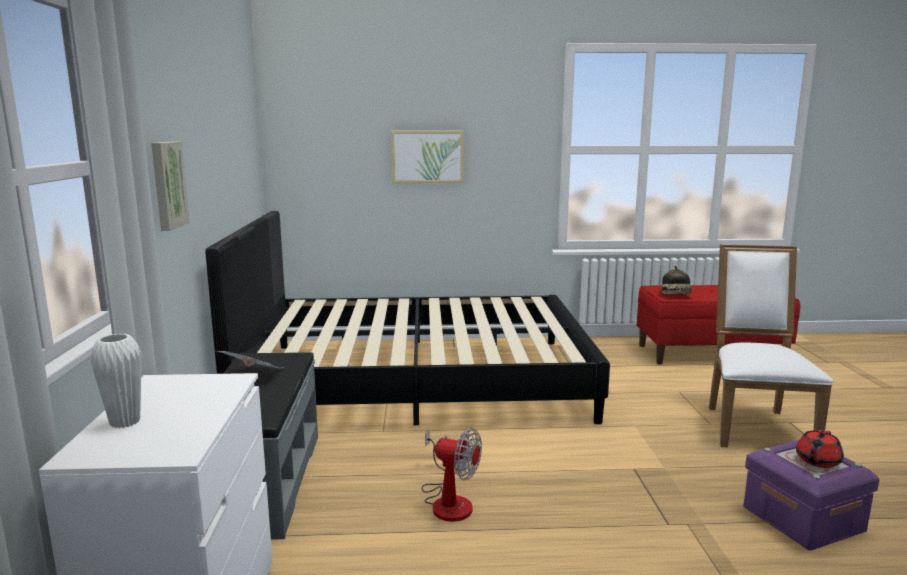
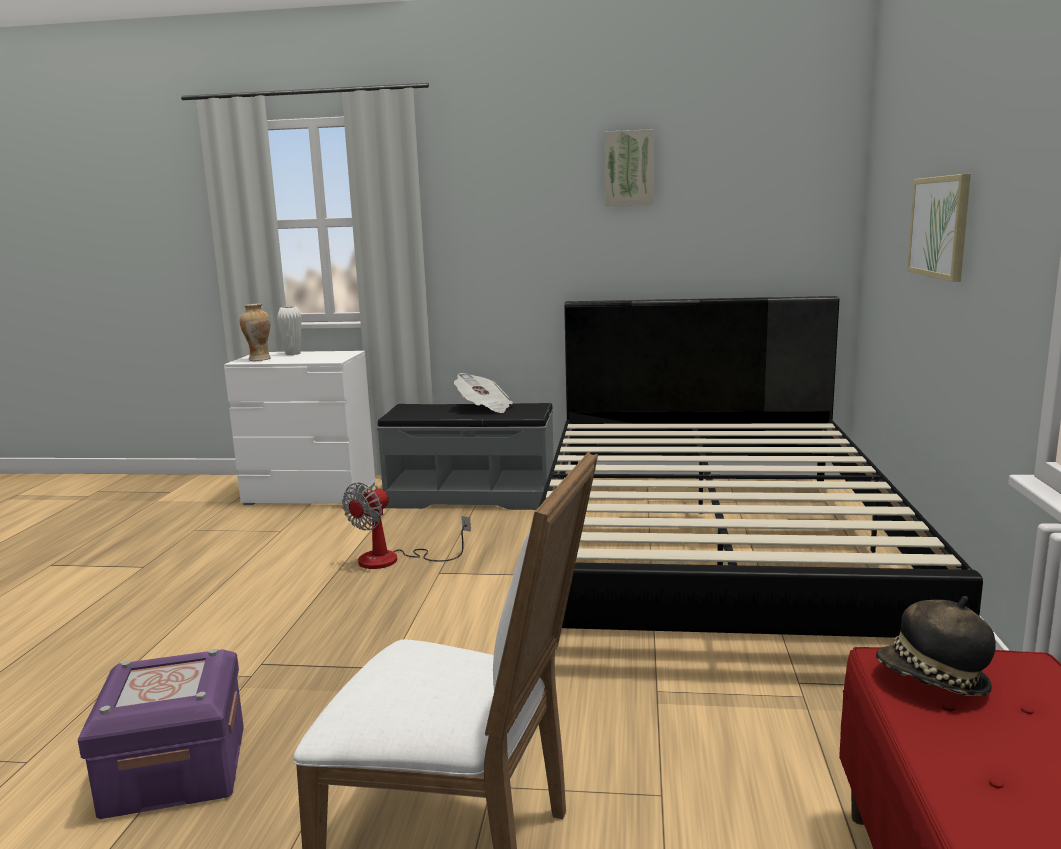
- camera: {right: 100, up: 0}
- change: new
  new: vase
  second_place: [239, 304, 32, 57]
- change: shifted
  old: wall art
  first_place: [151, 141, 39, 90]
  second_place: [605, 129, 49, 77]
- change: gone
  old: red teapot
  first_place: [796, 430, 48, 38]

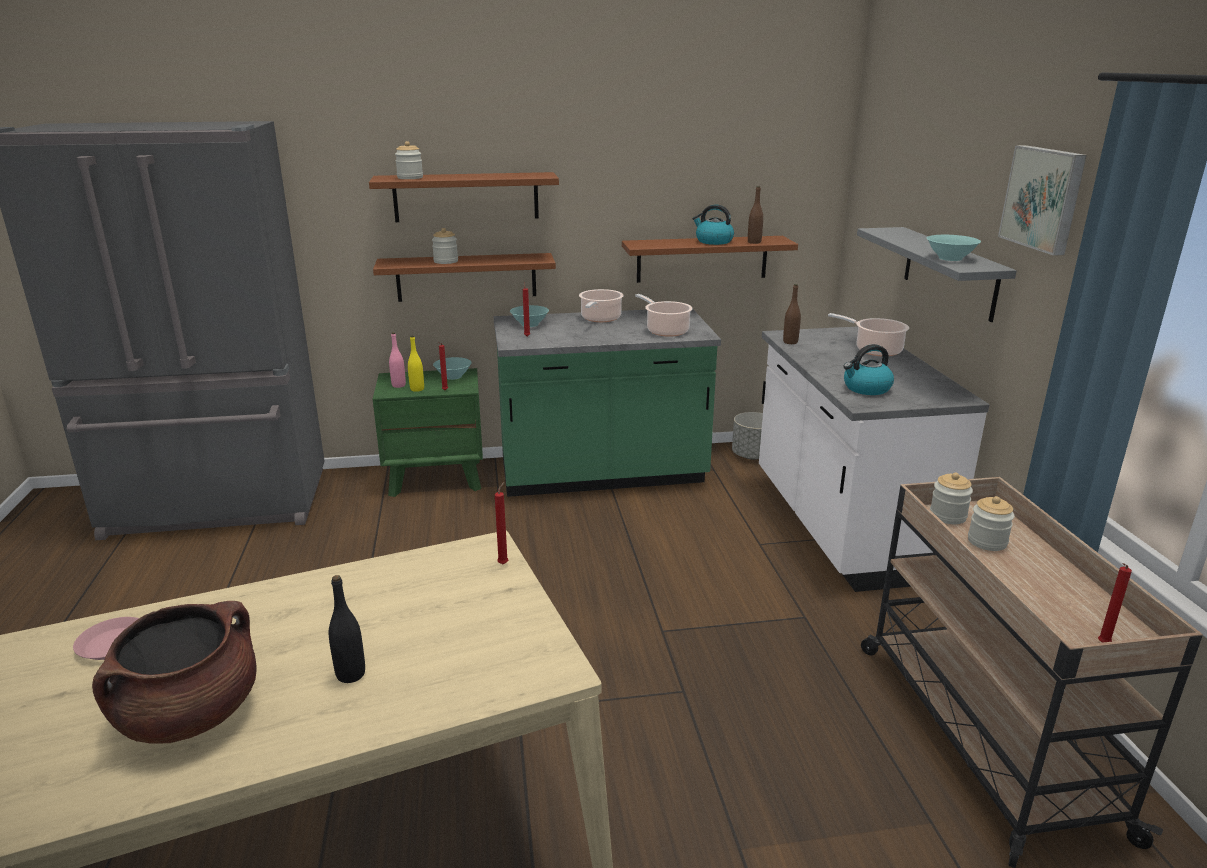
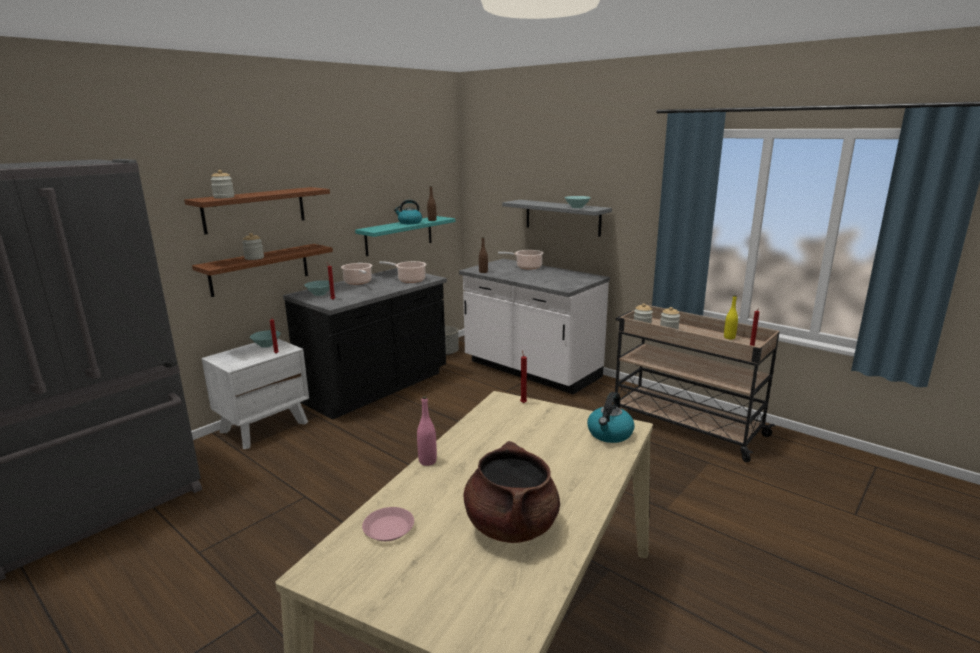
- camera: {right: -40, up: -5}
- change: repainted
  old: green bedside table
  new: whitish bedside table
  first_place: [373, 368, 110, 129]
  second_place: [201, 339, 108, 110]
- change: repainted
  old: green counter
  new: black counter
  first_place: [494, 308, 227, 189]
  second_place: [283, 268, 164, 151]
- change: repainted
  old: brown-coloured bracket shelf
  new: blue-green bracket shelf
  first_place: [622, 236, 176, 47]
  second_place: [355, 216, 100, 40]
- change: shifted
  old: pinkish bottle
  first_place: [389, 332, 17, 56]
  second_place: [417, 396, 20, 70]
- change: shifted
  old: tea kettle
  first_place: [843, 344, 51, 51]
  second_place: [587, 392, 48, 51]
- change: shifted
  old: yellow-coloured bottle
  first_place: [408, 335, 16, 57]
  second_place: [724, 295, 14, 44]
- change: gone
  old: black bottle
  first_place: [329, 575, 36, 108]
- change: gone
  old: wall art
  first_place: [998, 145, 89, 111]

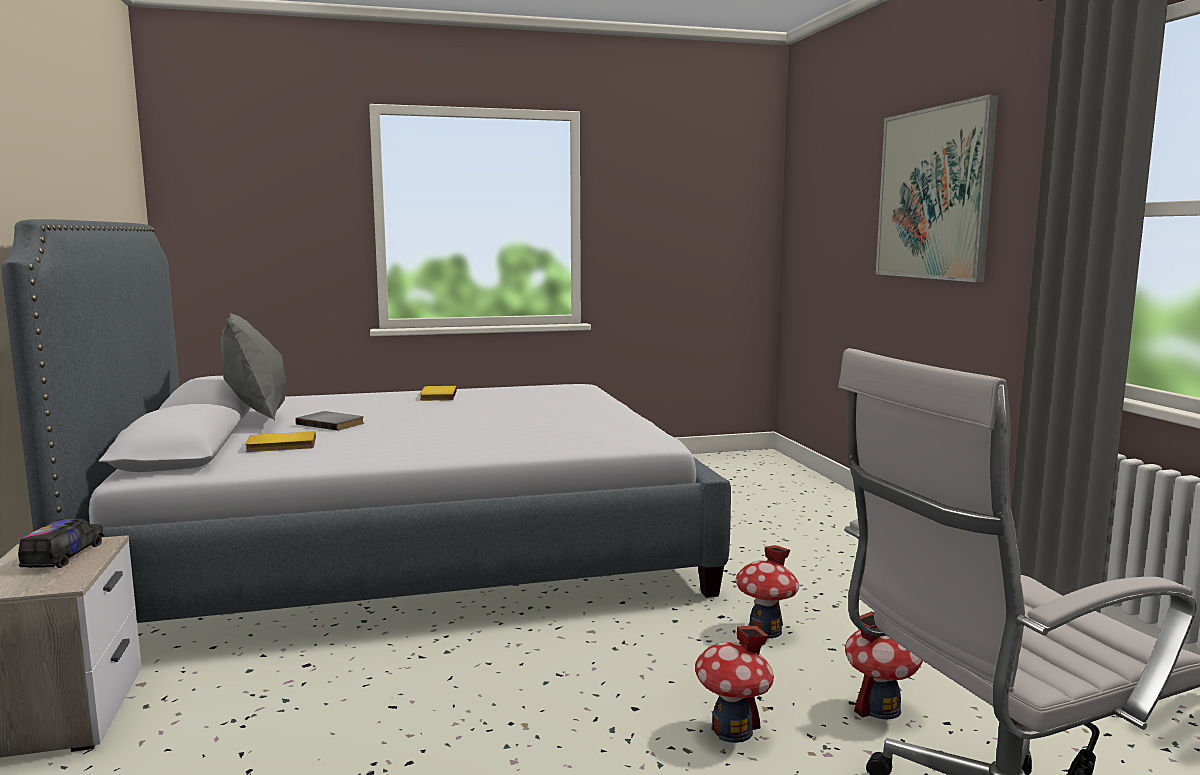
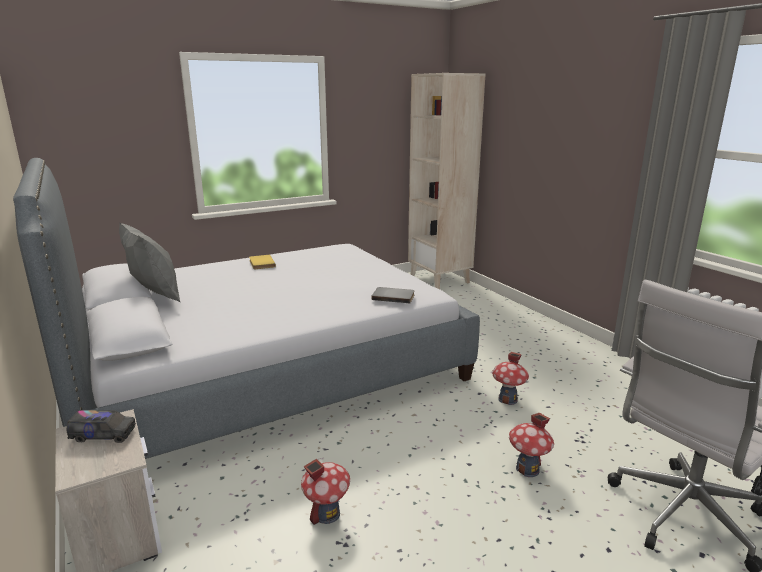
- camera: {right: -15, up: 10}
- change: rotated
  old: toy truck
  first_place: [18, 519, 86, 49]
  second_place: [66, 410, 70, 33]
  degrees: 105
- change: shifted
  old: model house
  first_place: [845, 611, 78, 108]
  second_place: [301, 459, 49, 66]
- change: shifted
  old: greyish volume
  first_place: [296, 411, 68, 20]
  second_place: [372, 287, 43, 16]
- change: new
  new: sand-coloured bookshelf
  second_place: [408, 73, 77, 216]
- change: gone
  old: yellow-coloured volume
  first_place: [245, 431, 71, 21]
- change: gone
  old: wall art
  first_place: [876, 94, 123, 188]

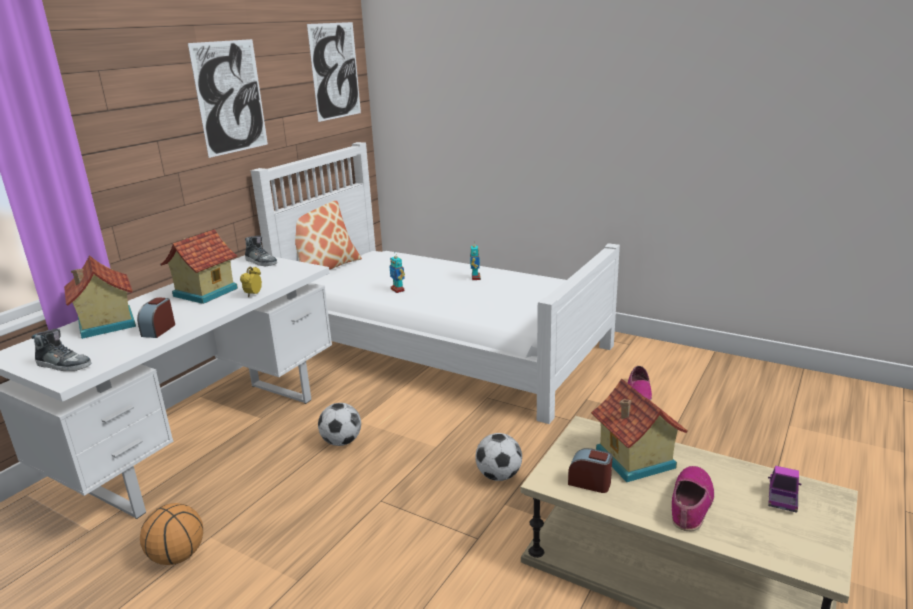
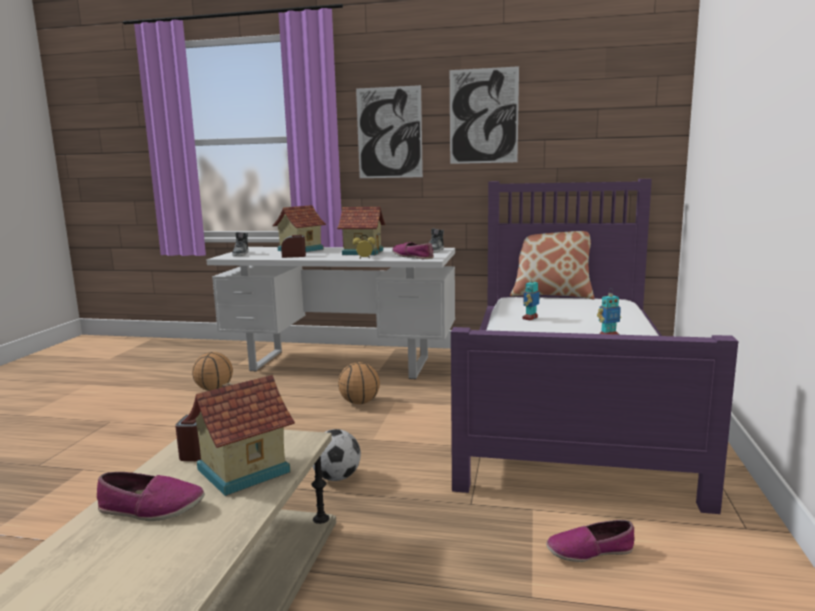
- camera: {right: 70, up: -10}
- change: swapped
  old: ball for football
  new: basketball
  first_place: [318, 403, 43, 43]
  second_place: [338, 362, 42, 42]
- change: shifted
  old: wall art
  first_place: [307, 22, 54, 100]
  second_place: [356, 85, 67, 93]
- change: new
  new: low shoe
  second_place: [392, 242, 42, 17]
- change: repainted
  old: whitish bedroom bed
  new: purple-coloured bedroom bed
  first_place: [251, 142, 369, 282]
  second_place: [451, 179, 287, 335]
- change: gone
  old: toy truck
  first_place: [768, 466, 33, 47]

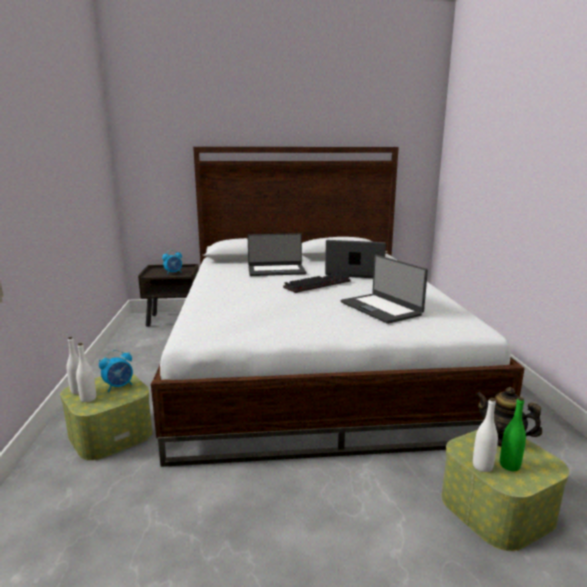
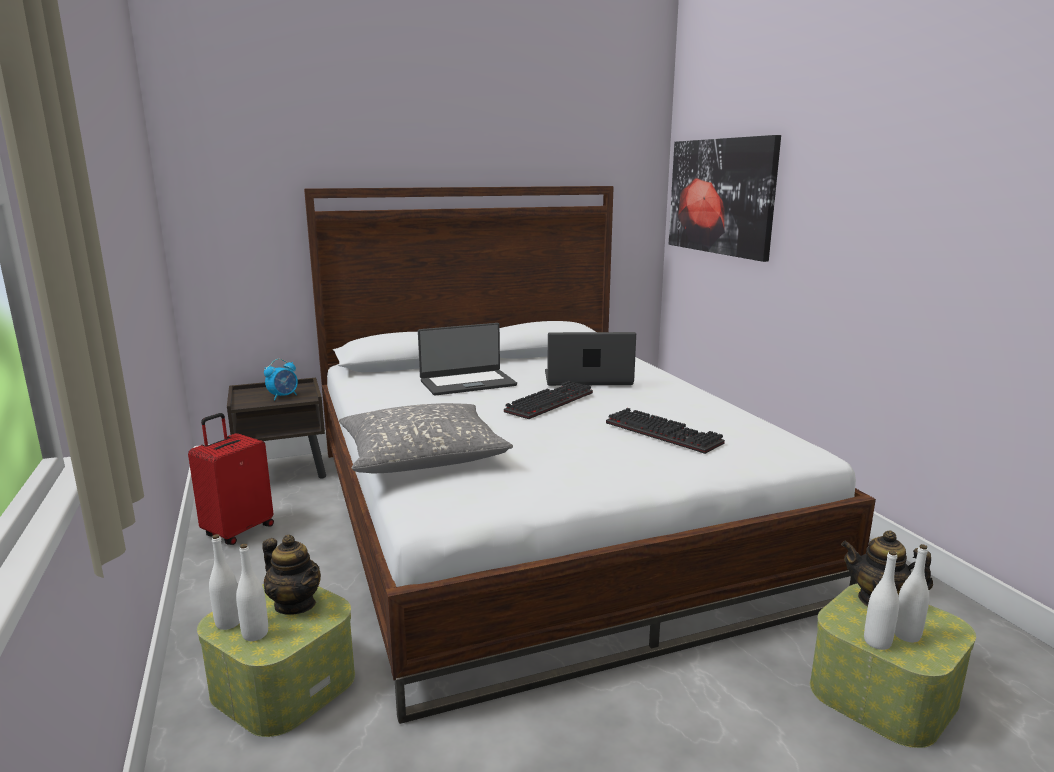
- camera: {right: -15, up: 0}
- change: new
  new: red piece of luggage
  second_place: [188, 413, 86, 132]
- change: swapped
  old: alarm clock
  new: teapot
  first_place: [99, 350, 34, 42]
  second_place: [262, 535, 59, 80]
- change: new
  new: greyish throw pillow
  second_place: [339, 403, 174, 70]
- change: swapped
  old: notebook computer
  new: keyboard
  first_place: [341, 255, 87, 69]
  second_place: [606, 408, 119, 46]
- change: new
  new: wall art
  second_place: [669, 135, 112, 127]
- change: repainted
  old: green bottle
  new: whitish bottle
  first_place: [500, 397, 26, 74]
  second_place: [895, 544, 34, 98]

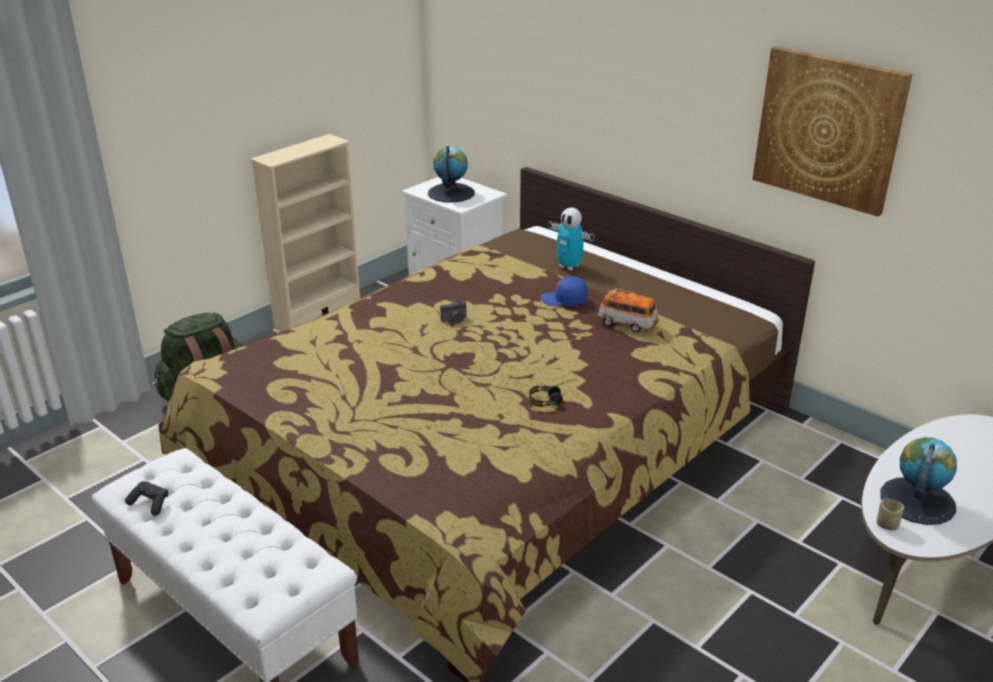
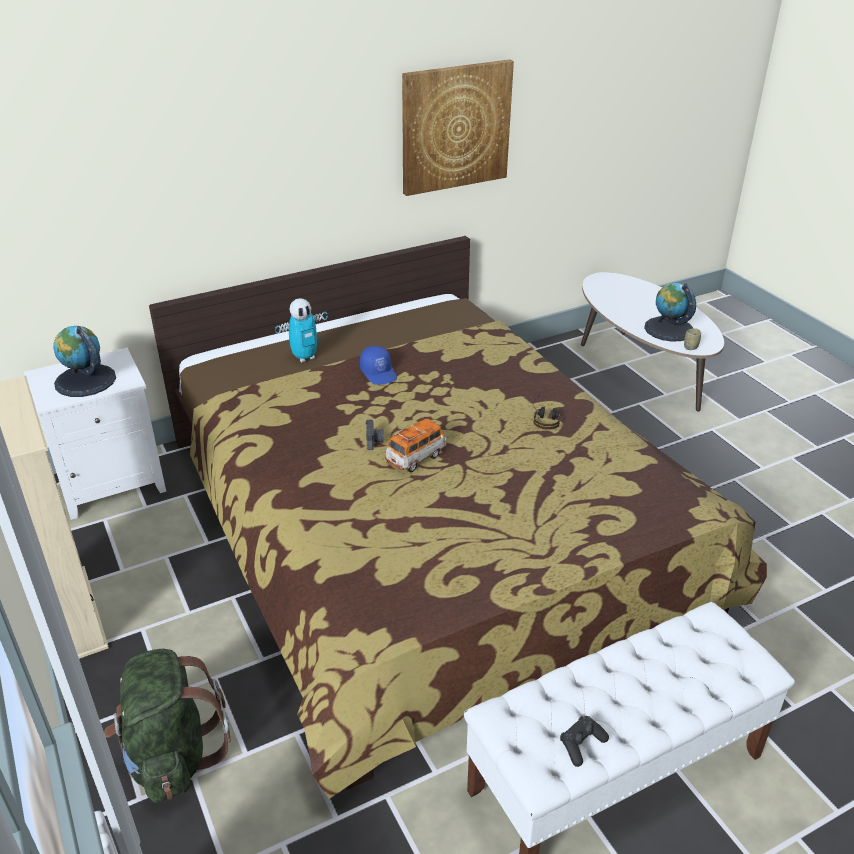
- camera: {right: -70, up: 5}
- change: rotated
  old: bluish cap
  first_place: [541, 276, 47, 30]
  second_place: [360, 346, 37, 39]
  degrees: -60
- change: shifted
  old: model car
  first_place: [597, 288, 62, 45]
  second_place: [385, 419, 62, 53]

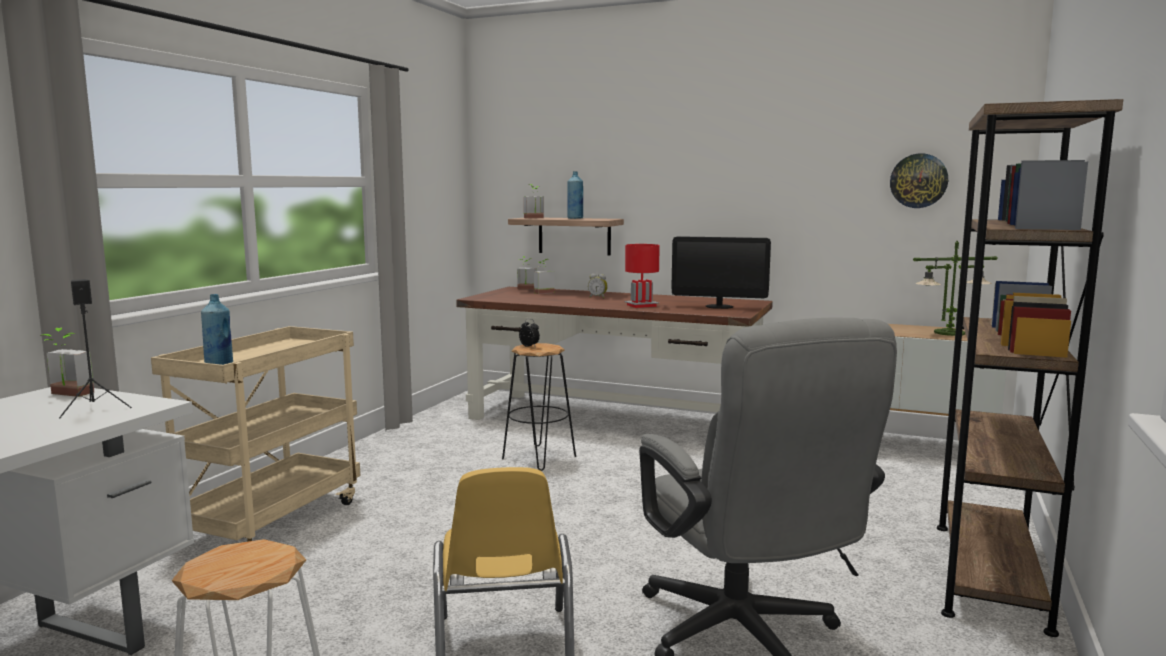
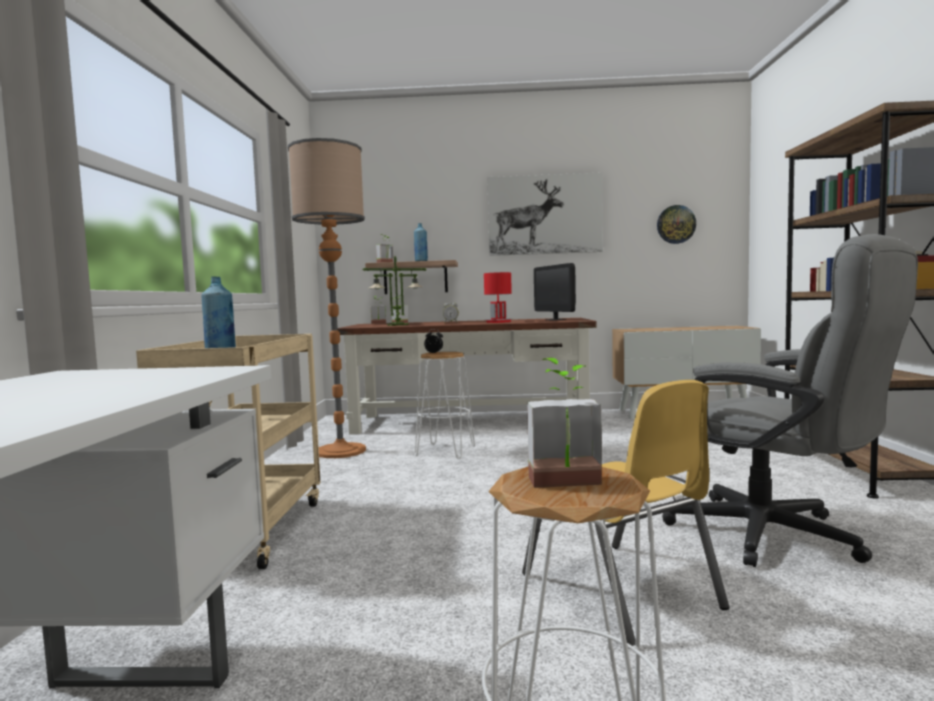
- camera: {right: -20, up: -5}
- change: new
  new: standard lamp
  second_place: [288, 138, 78, 320]
- change: shifted
  old: lamp for a table
  first_place: [913, 241, 85, 95]
  second_place: [363, 256, 64, 70]
- change: repainted
  old: black stool seat
  new: whitish stool seat
  first_place: [502, 343, 74, 128]
  second_place: [415, 352, 60, 107]
- change: new
  new: wall art
  second_place: [487, 172, 116, 84]
- change: shifted
  old: plant in a pot
  first_place: [40, 327, 54, 70]
  second_place: [527, 358, 75, 130]
- change: rotated
  old: computer display
  first_place: [672, 236, 99, 73]
  second_place: [534, 263, 42, 57]
  degrees: 75
- change: gone
  old: black loudspeaker
  first_place: [59, 279, 73, 139]

